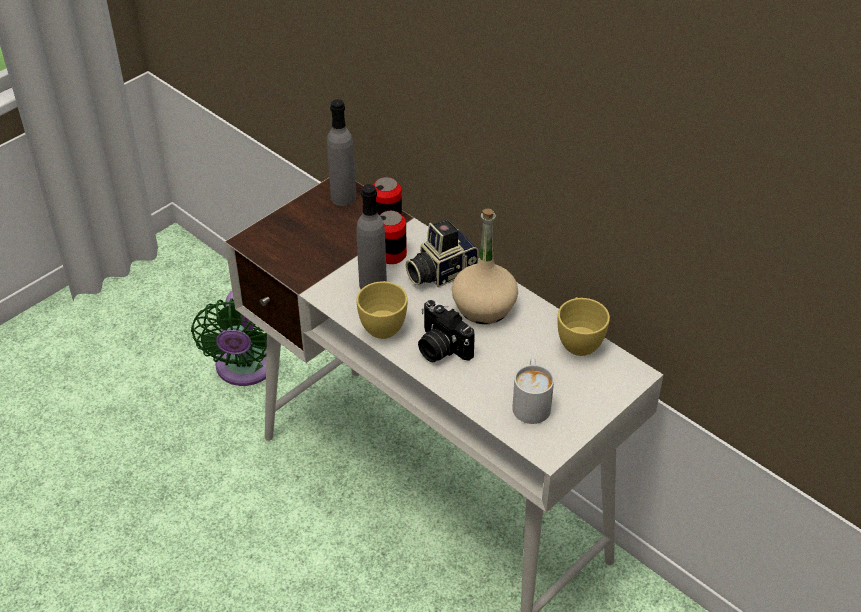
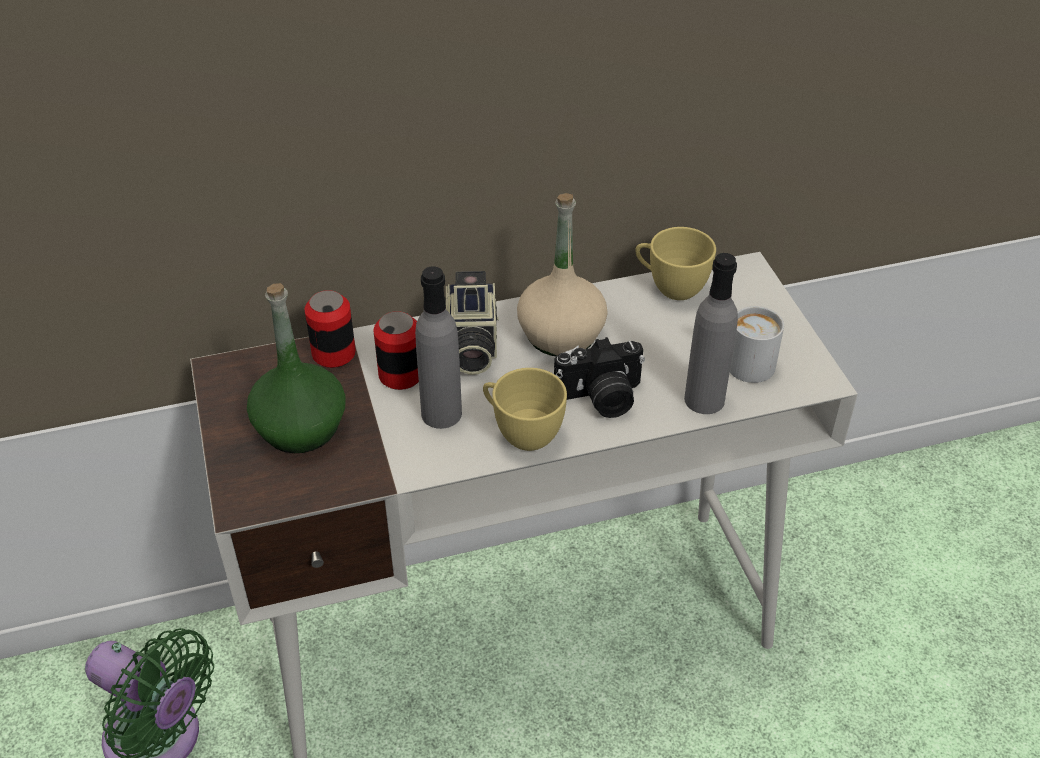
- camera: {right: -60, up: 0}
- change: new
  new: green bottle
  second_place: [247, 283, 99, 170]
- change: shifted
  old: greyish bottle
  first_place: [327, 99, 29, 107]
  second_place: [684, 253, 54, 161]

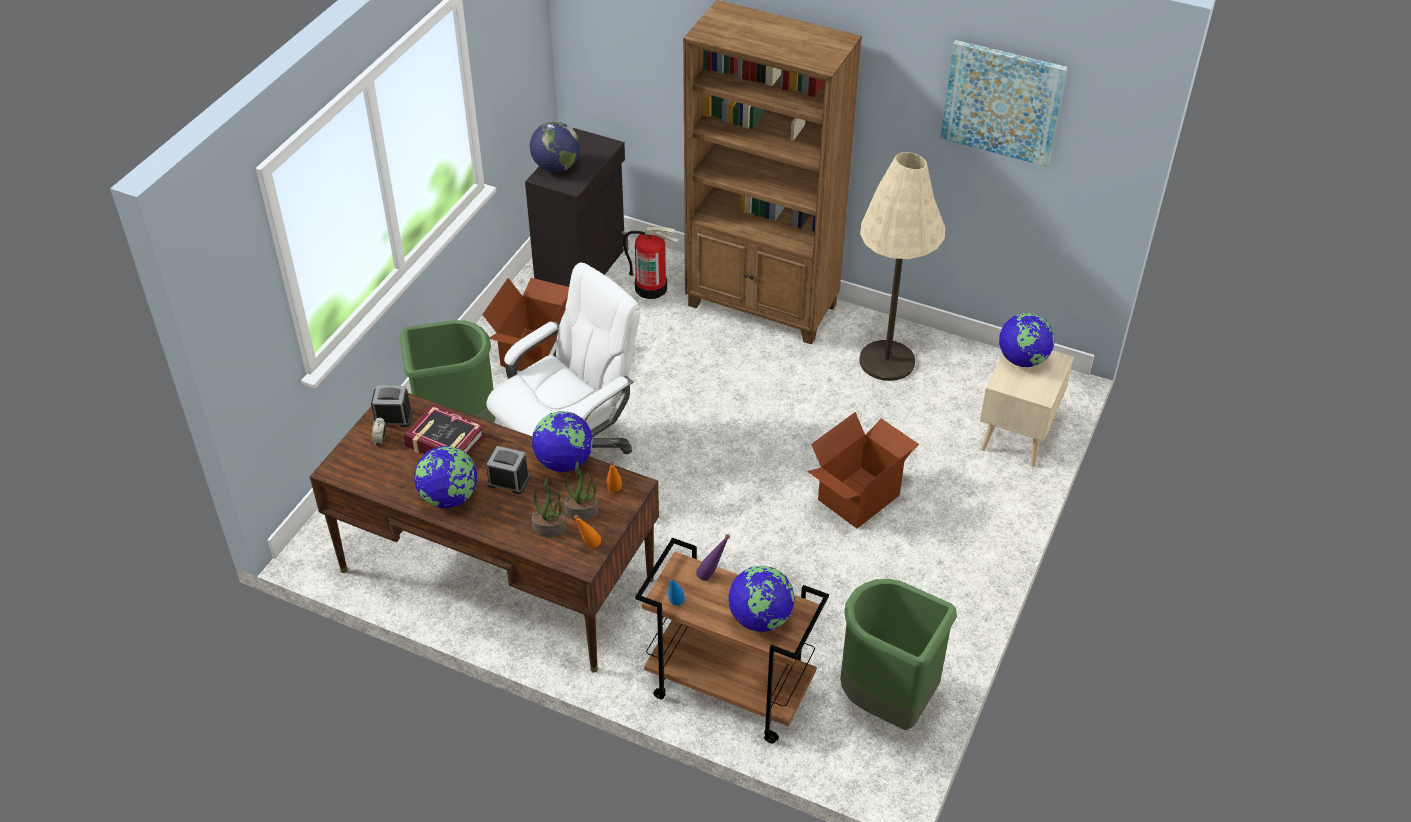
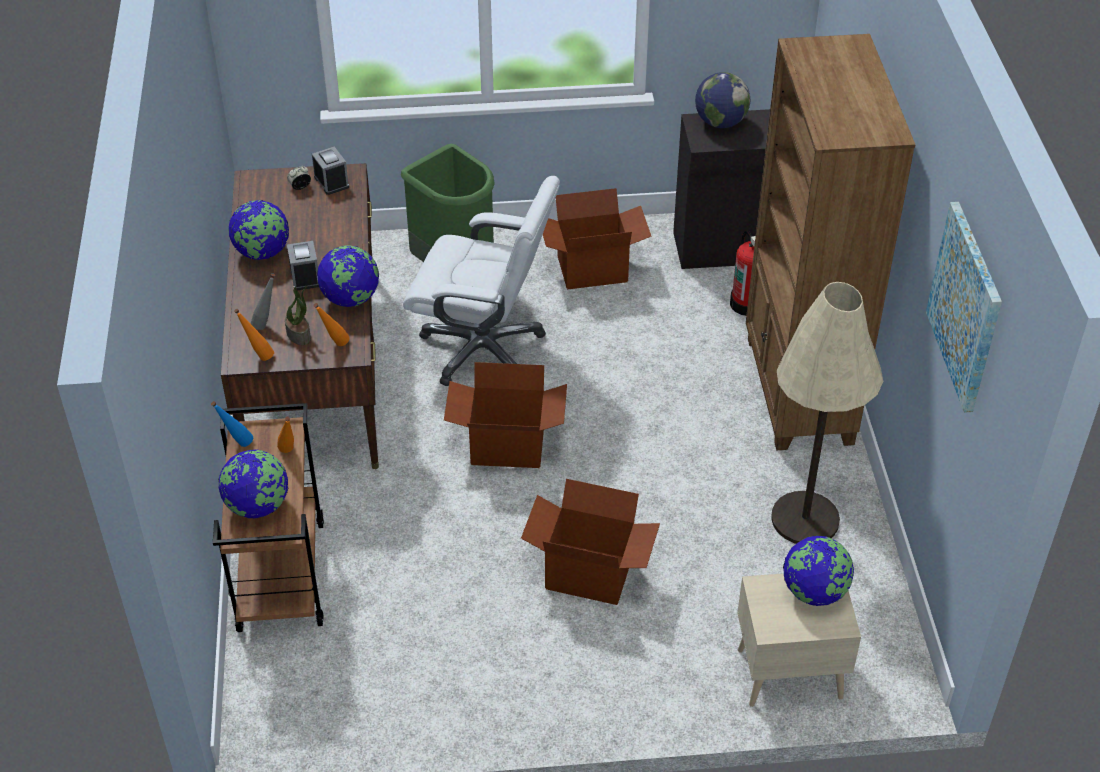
- camera: {right: 60, up: 0}
- change: swapped
  old: plant in a pot
  new: greyish bottle
  first_place: [532, 478, 35, 59]
  second_place: [251, 273, 24, 57]
- change: repainted
  old: purple-coloured bottle
  new: orange-coloured bottle
  first_place: [696, 534, 34, 47]
  second_place: [277, 416, 17, 37]
- change: new
  new: cardboard box
  second_place: [444, 362, 123, 106]
- change: gone
  old: volume
  first_place: [404, 404, 82, 52]
- change: gone
  old: green trash can
  first_place: [840, 579, 117, 151]

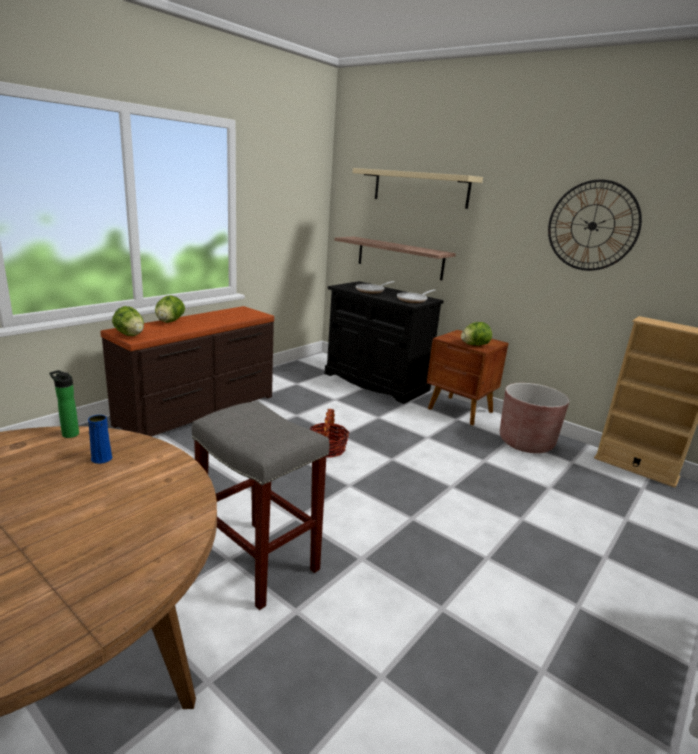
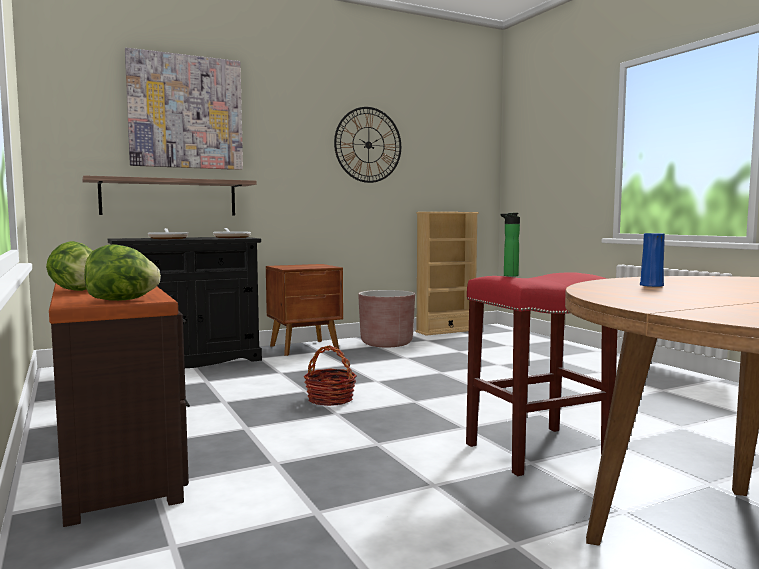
- camera: {right: -65, up: -15}
- change: swapped
  old: sand-coloured bracket shelf
  new: wall art
  first_place: [353, 168, 130, 41]
  second_place: [125, 48, 118, 122]
- change: repainted
  old: greyish stool seat
  new: red stool seat
  first_place: [192, 401, 138, 209]
  second_place: [466, 272, 151, 204]
- change: shifted
  old: bottle
  first_place: [49, 370, 30, 68]
  second_place: [500, 213, 20, 64]
- change: gone
  old: head of lettuce
  first_place: [461, 322, 31, 24]

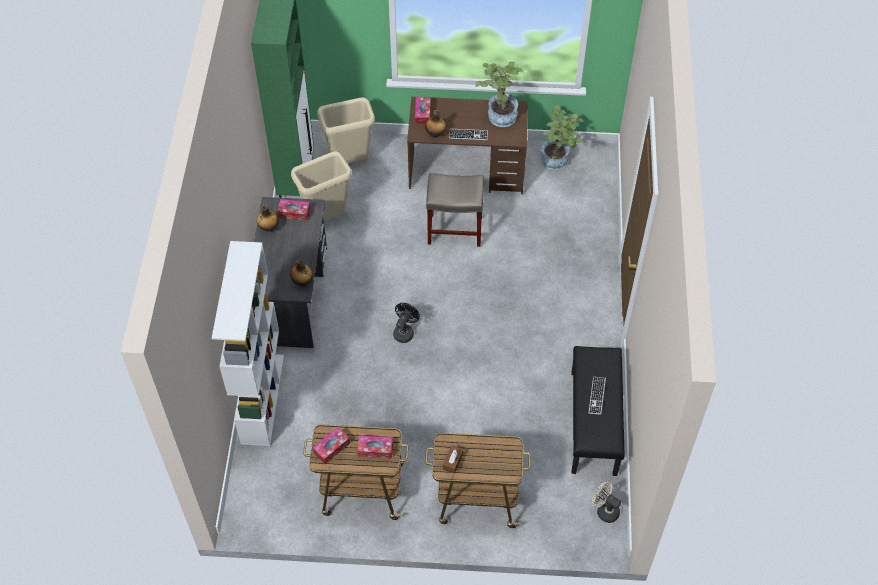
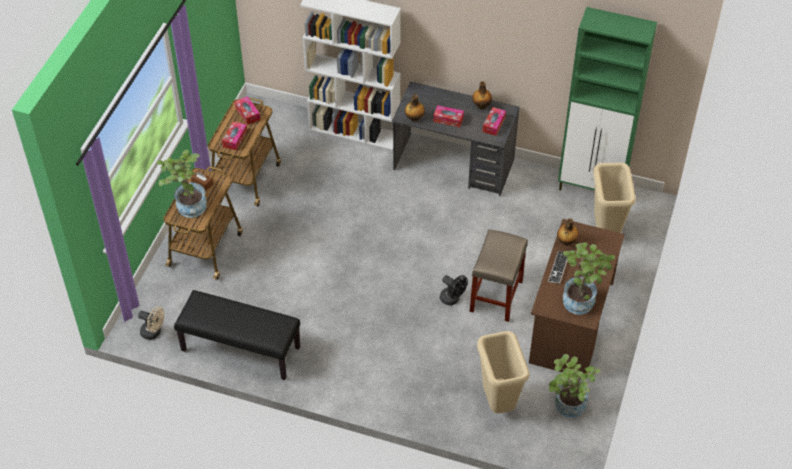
- camera: {right: 105, up: -5}
- change: rotated
  old: sand-coloured fan
  first_place: [592, 481, 29, 42]
  second_place: [138, 306, 26, 34]
  degrees: 60
- change: new
  new: plant in a pot
  second_place: [157, 150, 50, 68]
- change: shifted
  old: tissue box
  first_place: [415, 97, 16, 27]
  second_place: [433, 105, 31, 22]
- change: shifted
  old: black fan
  first_place: [393, 303, 27, 40]
  second_place: [440, 275, 28, 30]
- change: shifted
  old: sand-coloured trash can
  first_place: [291, 152, 61, 69]
  second_place: [477, 331, 53, 82]
- change: gone
  old: keyboard
  first_place: [589, 377, 17, 38]

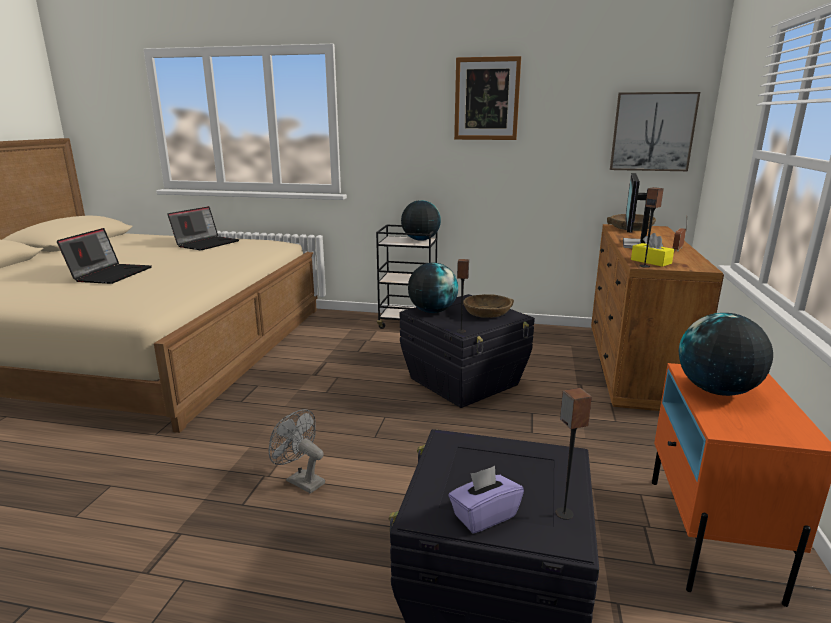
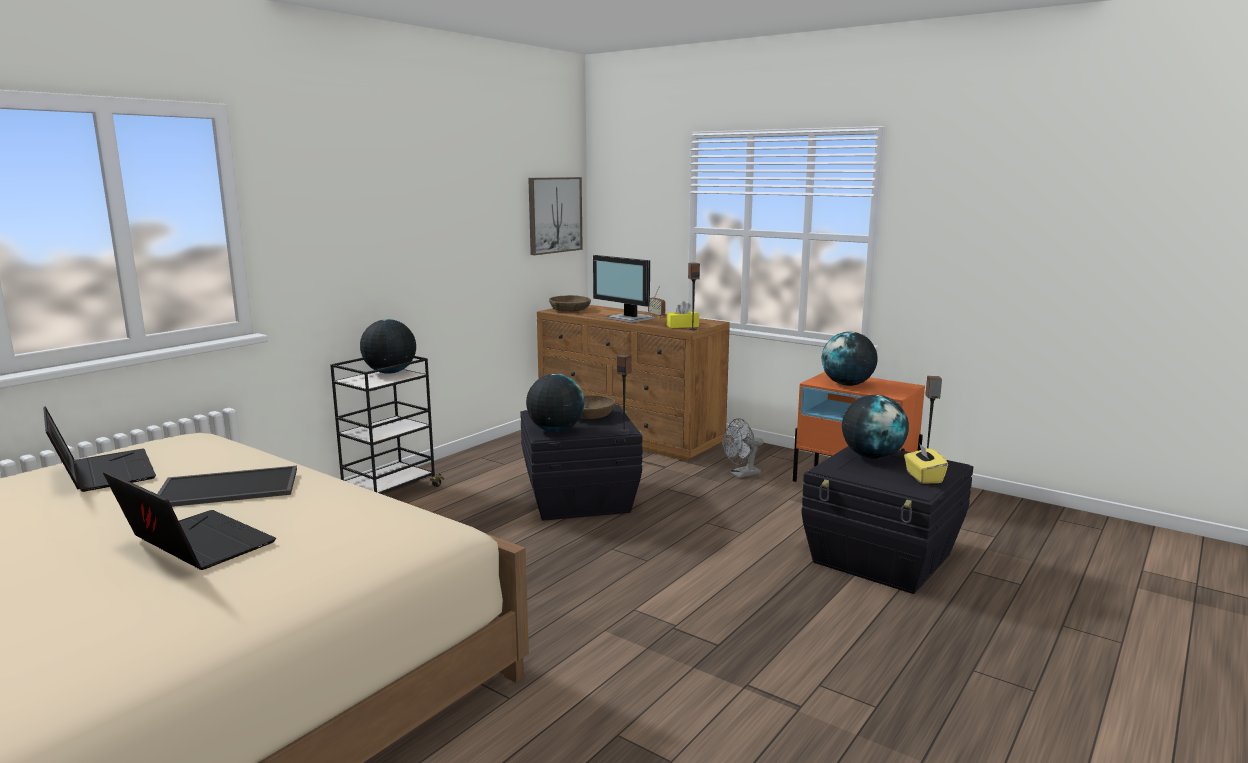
- camera: {right: -65, up: -5}
- change: new
  new: tray
  second_place: [157, 466, 140, 41]
- change: shifted
  old: greyish fan
  first_place: [268, 409, 57, 85]
  second_place: [723, 418, 40, 60]
- change: new
  new: desk globe
  second_place: [842, 395, 67, 64]
- change: repainted
  old: purple-coloured tissue box
  new: yellow-coloured tissue box
  first_place: [449, 466, 75, 67]
  second_place: [904, 443, 44, 41]
- change: gone
  old: wall art
  first_place: [454, 56, 67, 84]

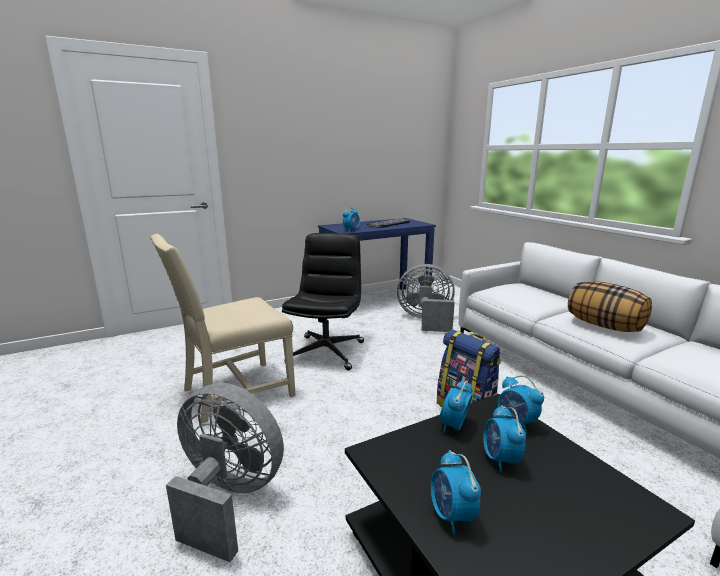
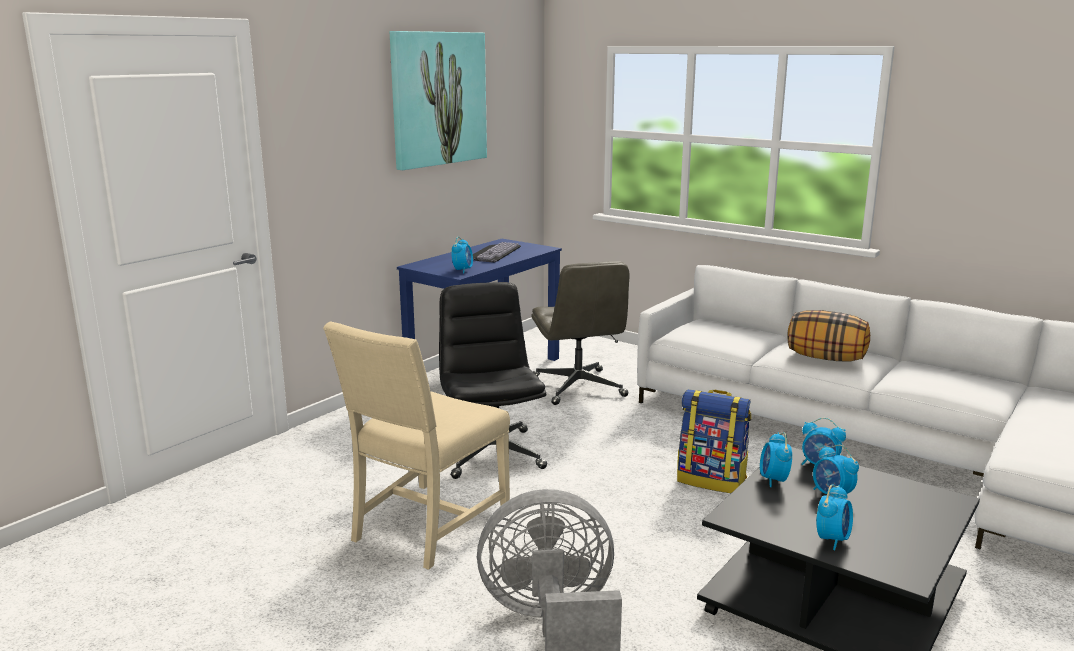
- camera: {right: -25, up: 0}
- change: new
  new: wall art
  second_place: [390, 31, 97, 139]
- change: swapped
  old: greyish fan
  new: greyish office chair
  first_place: [397, 264, 58, 68]
  second_place: [531, 261, 99, 144]
- change: rotated
  old: alarm clock
  first_place: [431, 450, 50, 84]
  second_place: [816, 484, 37, 66]
  degrees: -105

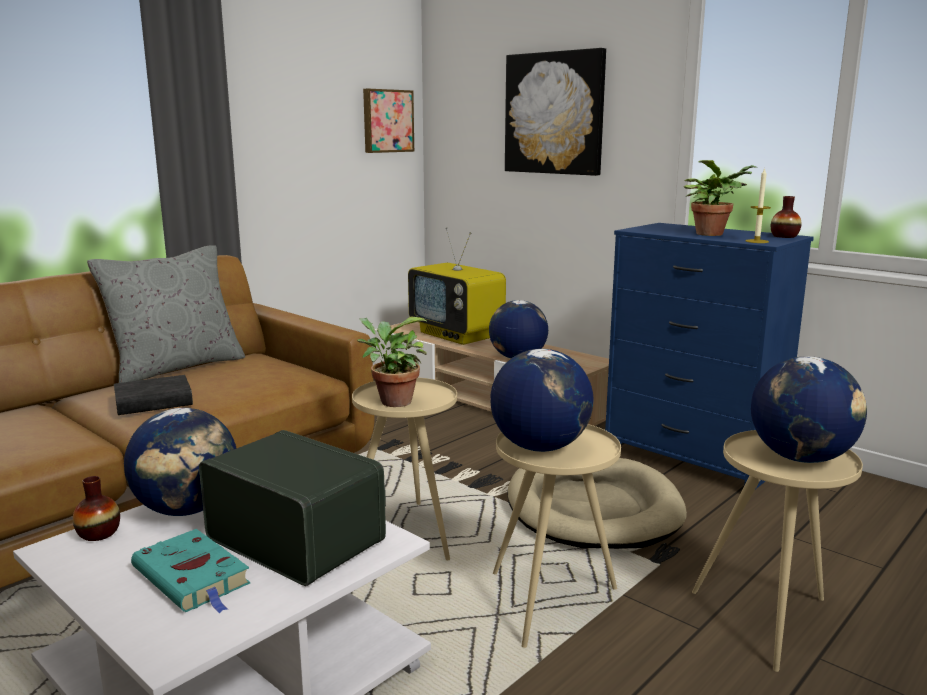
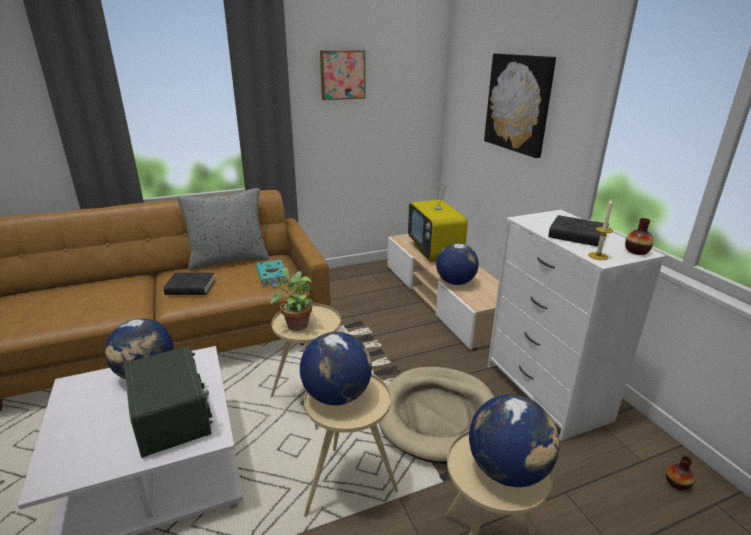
- camera: {right: 25, up: 10}
- change: shifted
  old: blue-green volume
  first_place: [131, 529, 119, 84]
  second_place: [256, 260, 33, 28]
- change: shifted
  old: wall art
  first_place: [363, 89, 51, 64]
  second_place: [320, 50, 46, 50]
- change: repainted
  old: bluish dresser
  new: whitish dresser
  first_place: [605, 223, 209, 266]
  second_place: [488, 210, 178, 231]
- change: swapped
  old: plant in a pot
  new: black volume
  first_place: [684, 160, 73, 76]
  second_place: [548, 215, 61, 32]
- change: shifted
  old: vase
  first_place: [73, 476, 47, 65]
  second_place: [666, 456, 29, 35]

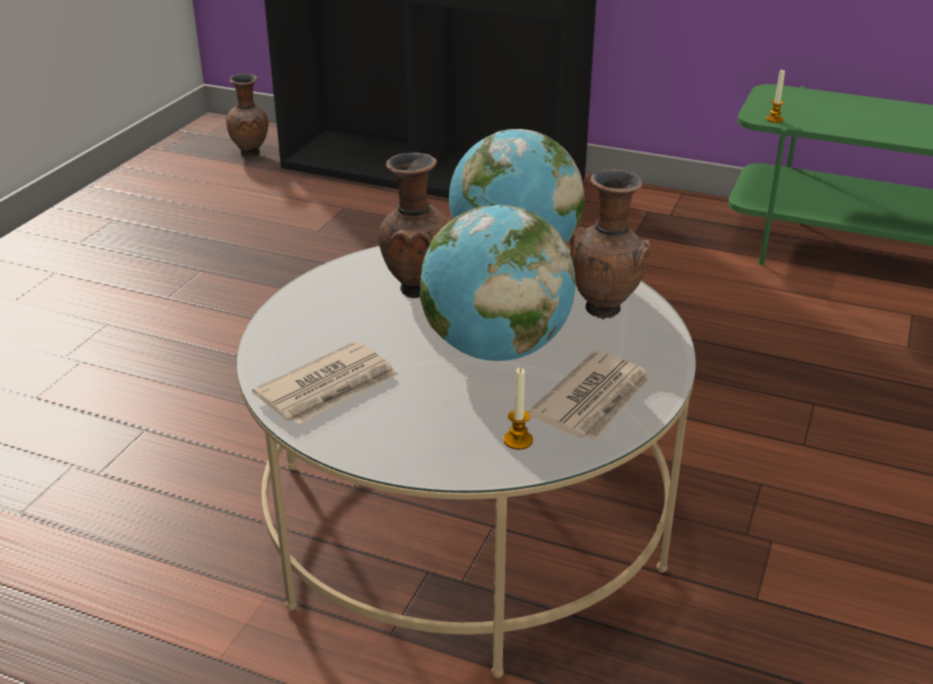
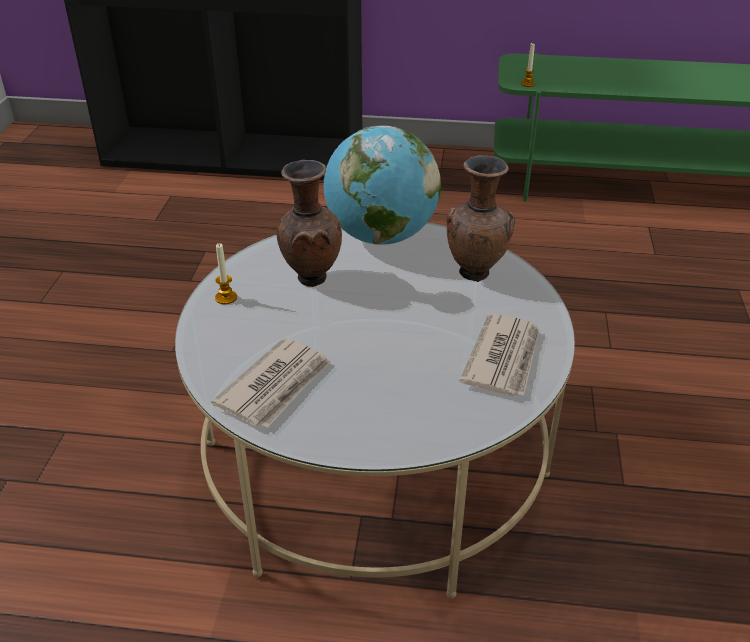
- camera: {right: -15, up: 5}
- change: shifted
  old: wax candle
  first_place: [503, 368, 30, 82]
  second_place: [215, 243, 22, 61]
- change: gone
  old: brown-coloured vase
  first_place: [226, 73, 42, 84]
- change: gone
  old: desk globe
  first_place: [420, 205, 156, 156]

